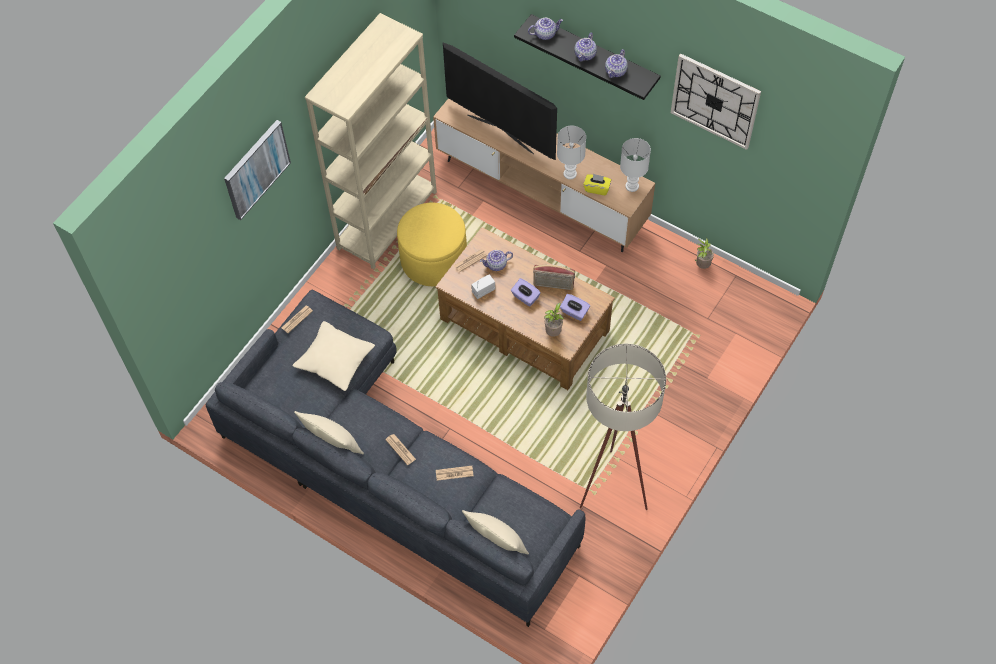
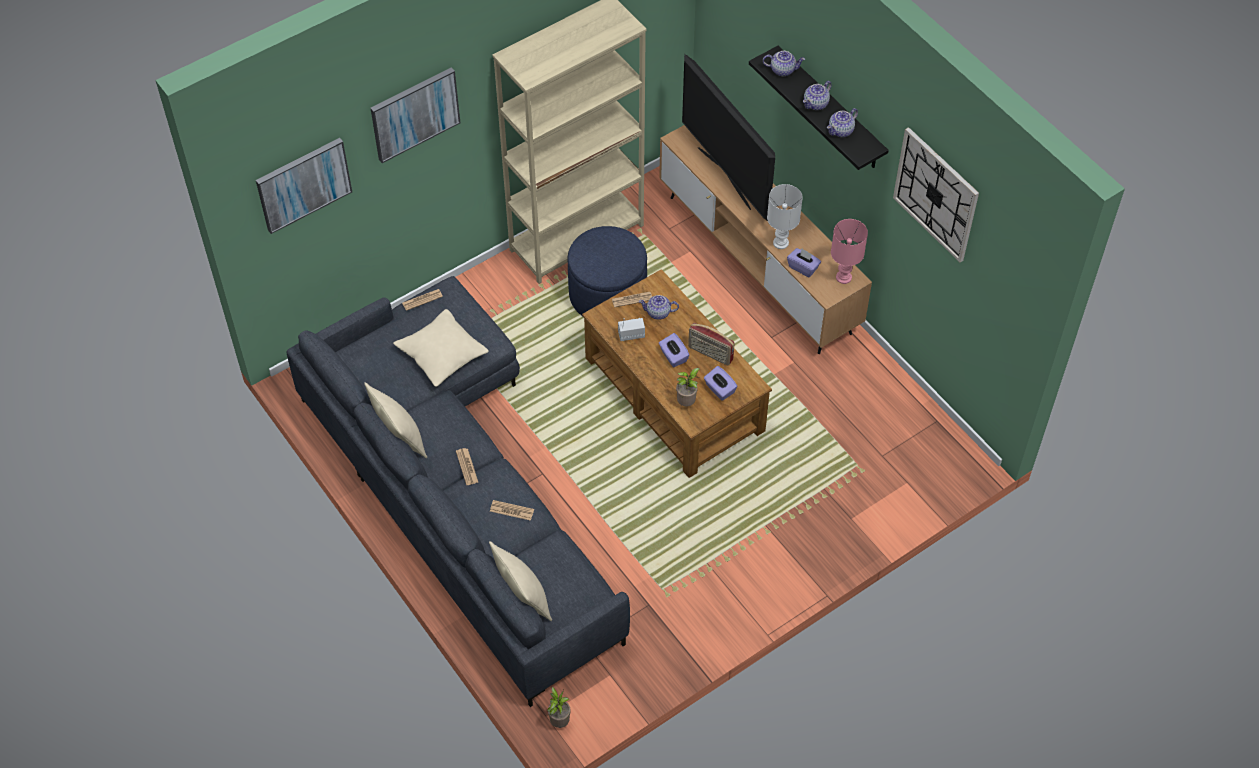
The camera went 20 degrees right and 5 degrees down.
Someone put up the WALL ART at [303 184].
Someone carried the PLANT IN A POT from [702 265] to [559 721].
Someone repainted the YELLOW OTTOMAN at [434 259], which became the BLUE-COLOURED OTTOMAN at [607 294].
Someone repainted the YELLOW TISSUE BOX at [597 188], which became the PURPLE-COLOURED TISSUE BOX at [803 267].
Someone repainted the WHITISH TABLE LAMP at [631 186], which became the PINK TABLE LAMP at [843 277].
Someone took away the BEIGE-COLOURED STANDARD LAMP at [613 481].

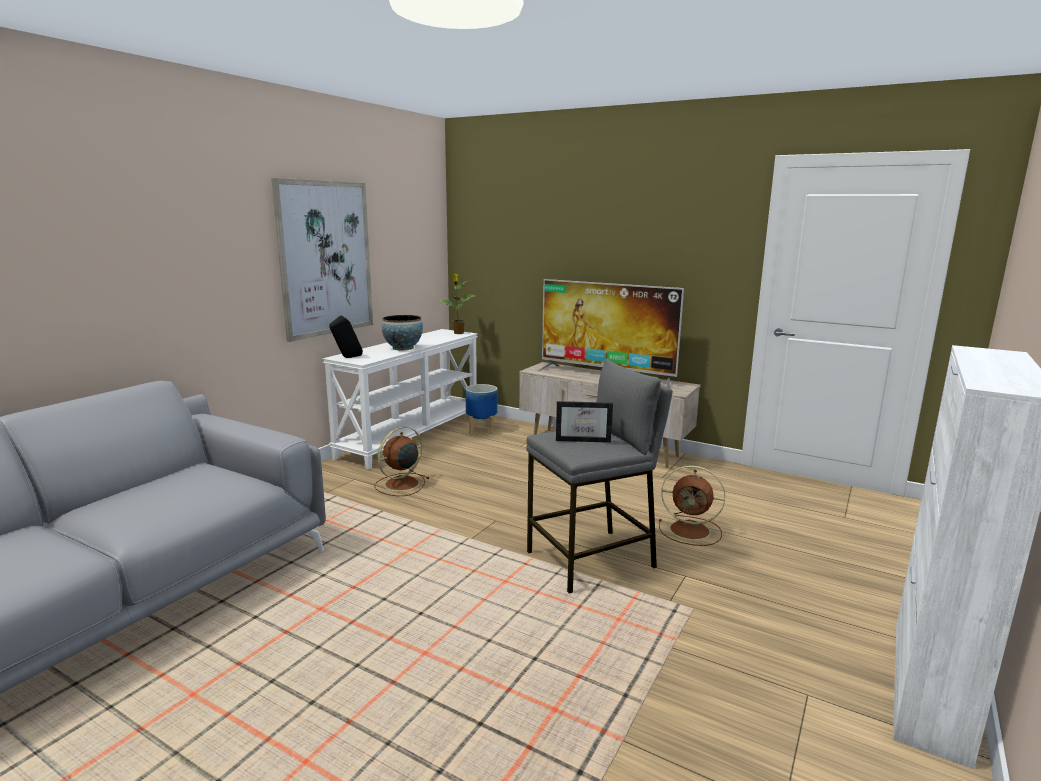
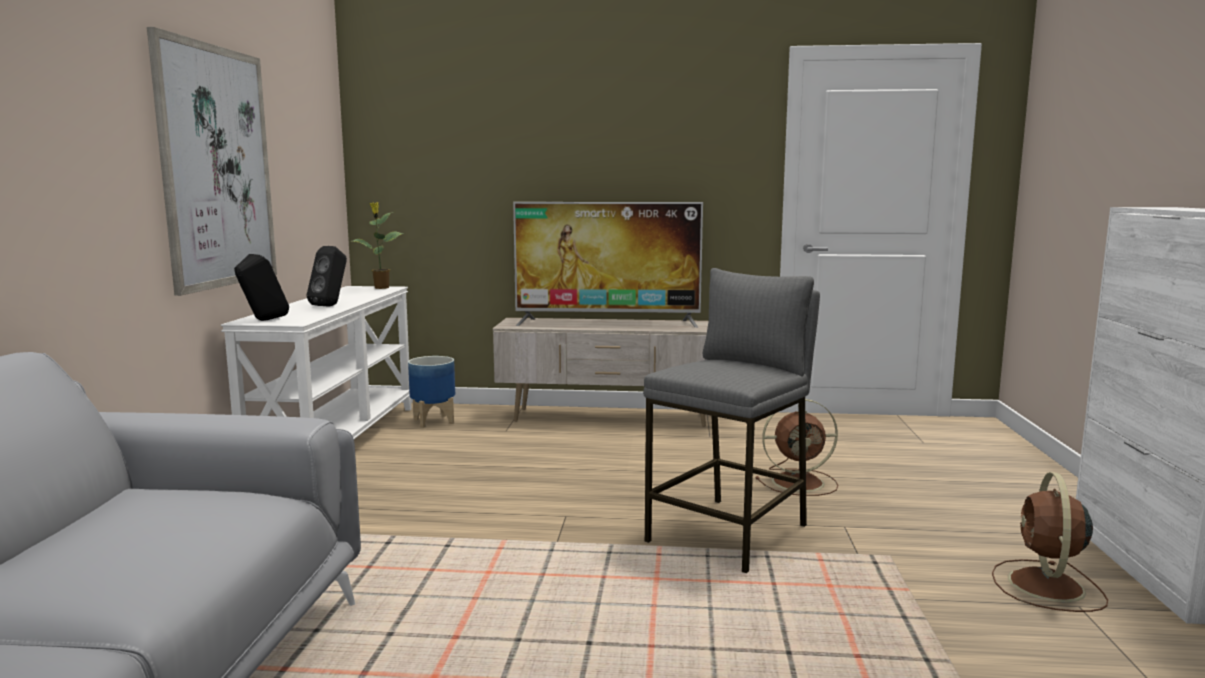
The camera went 25 degrees left and 5 degrees down.
Someone swapped the SERVING BOWL at [403 348] for the BLACKISH SPEAKER at [331 306].
Someone carried the BROWN-COLOURED COOLING FAN from [400 484] to [1046 587].
Someone took away the STANDING FRAME at [584 439].

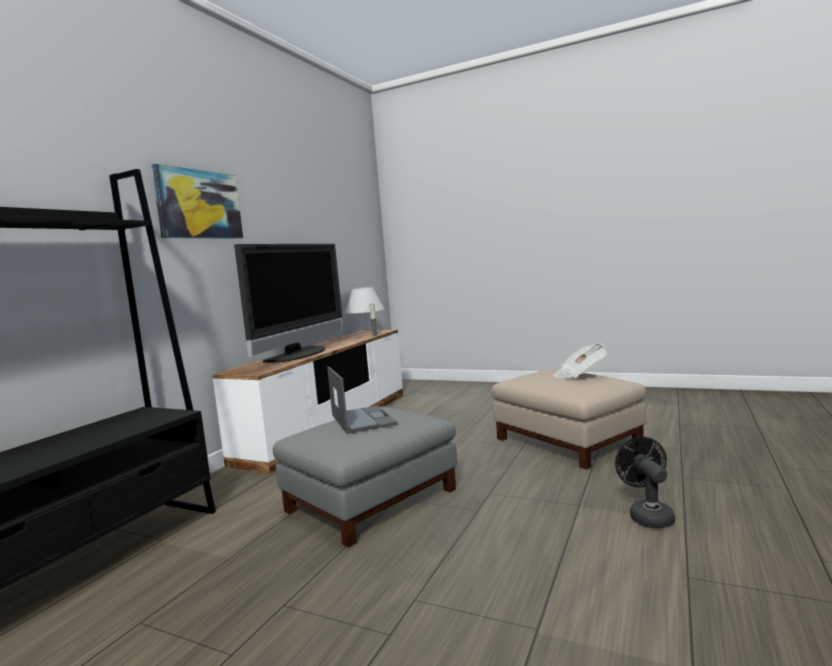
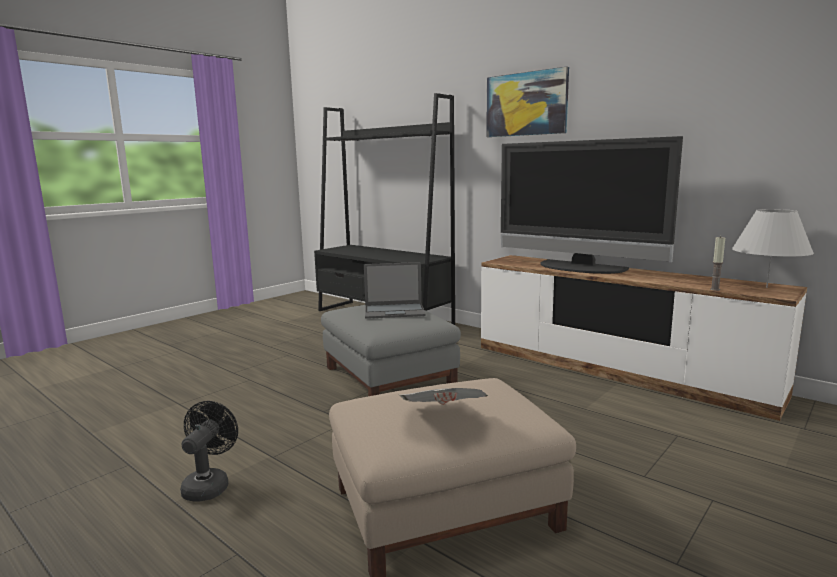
The camera went 105 degrees right and 5 degrees up.
Someone rotated the BLACKISH COOLING FAN at [647 515] by 90 degrees counterclockwise.

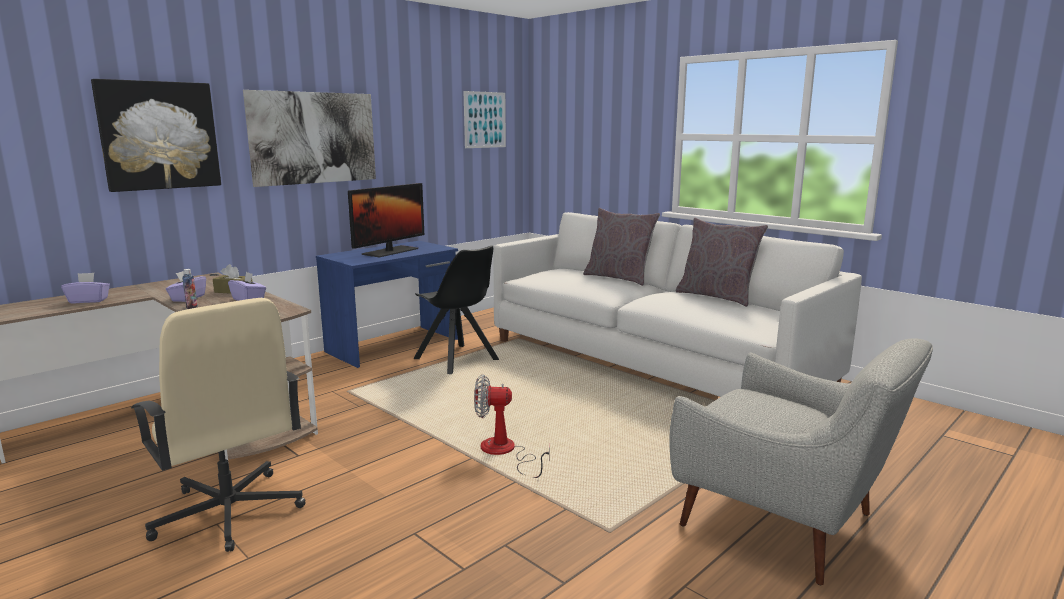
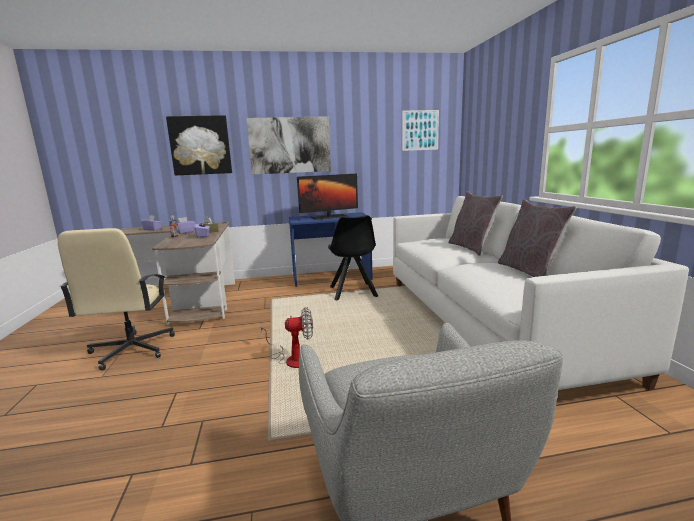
The camera went 35 degrees right and 0 degrees up.
Someone rotated the COOLING FAN at [505 453] by 135 degrees clockwise.

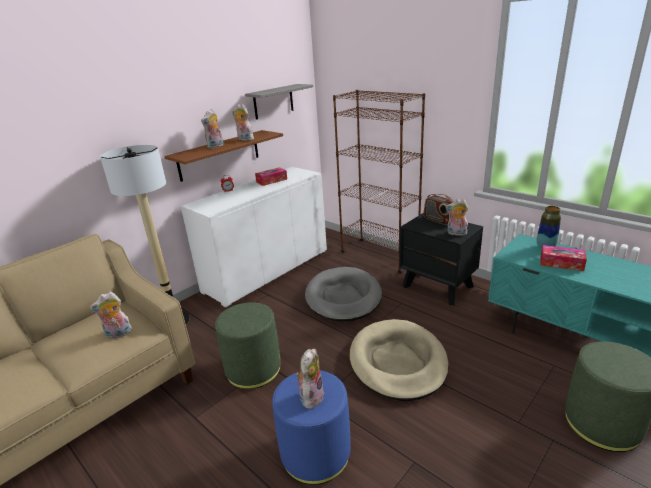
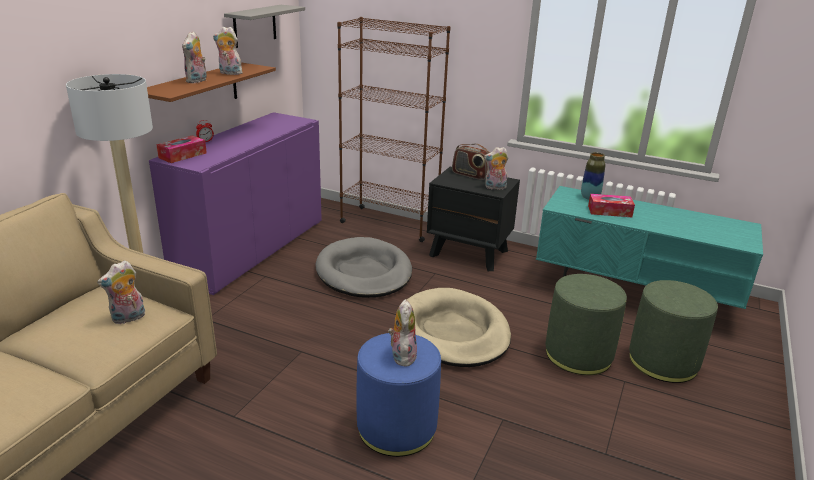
The camera went 20 degrees left and 0 degrees up.
Someone repainted the WHITISH CABINET at [267 270], which became the PURPLE-COLOURED CABINET at [251 249].
Someone carried the TISSUE BOX from [271 180] to [182 155].
Someone carried the GREEN OTTOMAN from [253 369] to [578 354].

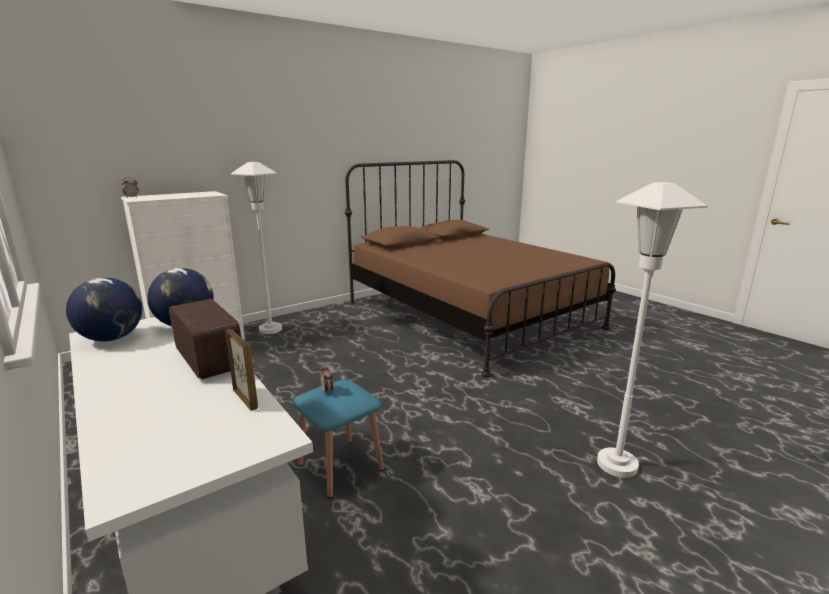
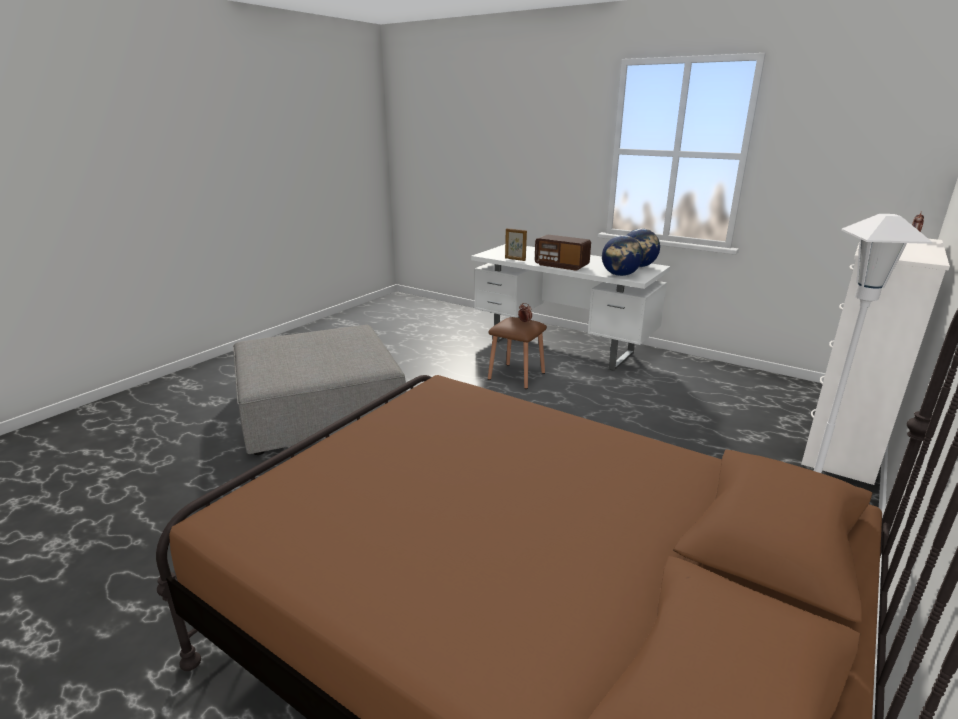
The camera went 160 degrees right and 5 degrees up.
Someone swapped the WHITISH STANDARD LAMP at [617 464] for the GRAY OTTOMAN at [320 408].
Someone repainted the BLUE-COLOURED STOOL at [340 466], which became the BROWN-COLOURED STOOL at [516 376].

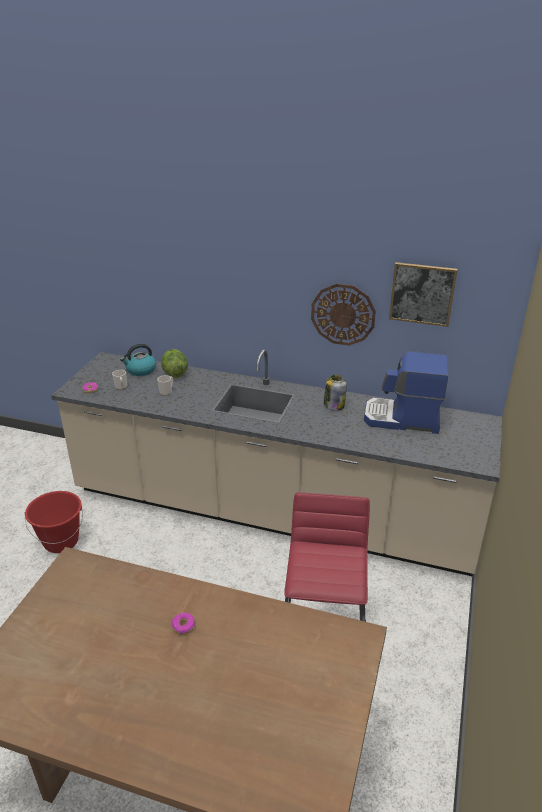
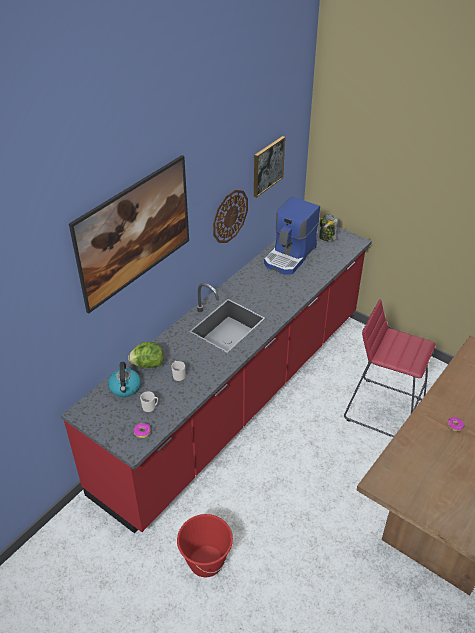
The camera went 70 degrees left and 10 degrees up.
Someone repainted the BEIGE-COLOURED COUNTER at [271 512], which became the RED-COLOURED COUNTER at [237 397].
Someone put up the WALL ART at [137 253].
Someone carried the PRESERVE JAR from [334 405] to [327 237].

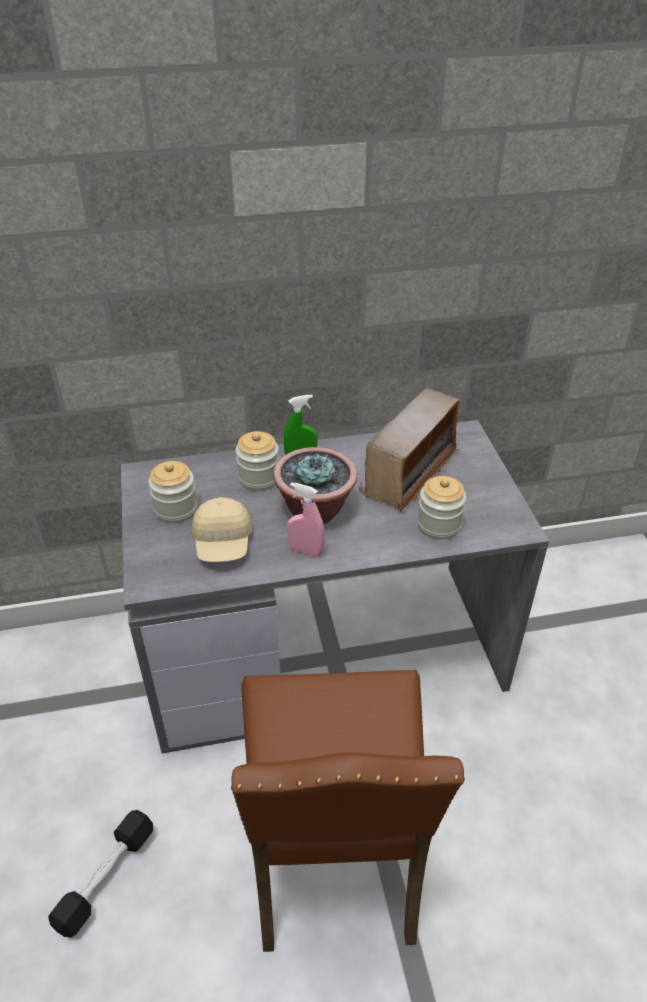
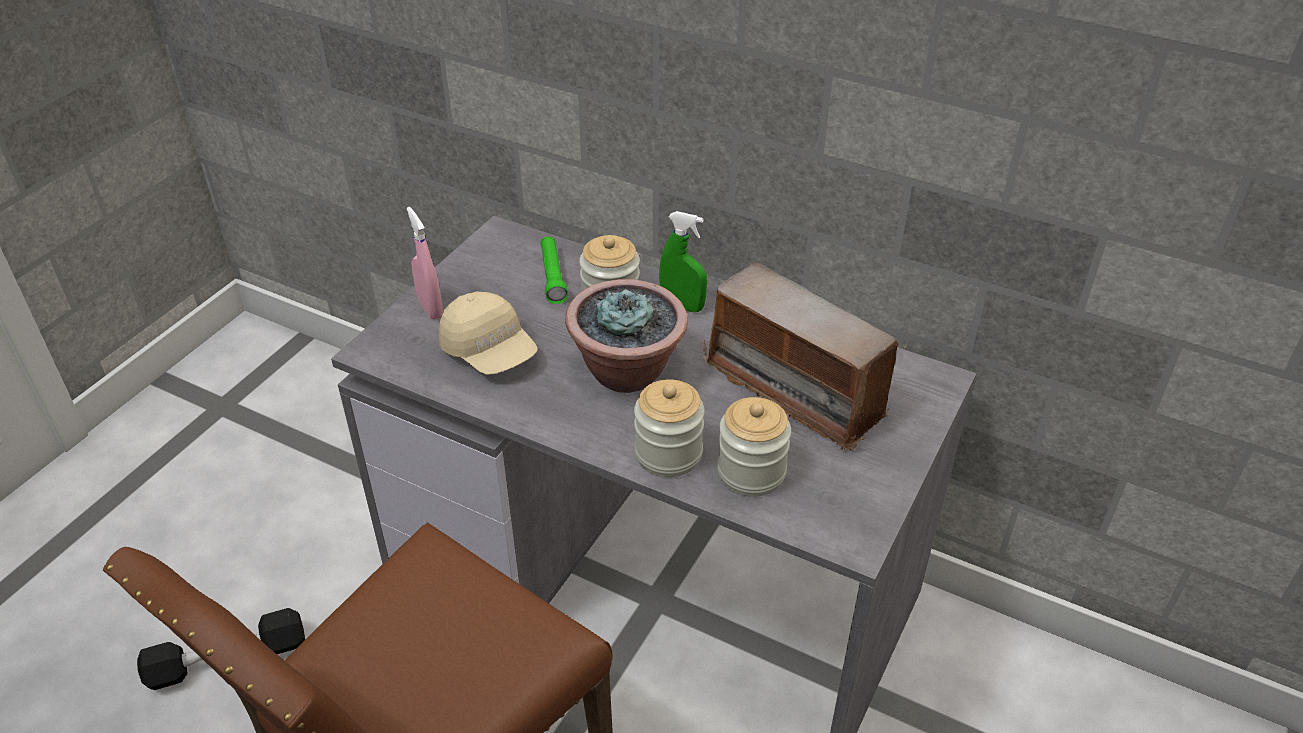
The camera went 40 degrees right and 0 degrees up.
Someone carried the PINK HAND SPRAYER from [306 551] to [430 308].
Someone rotated the BEIGE-COLOURED CAP at [223 543] by 75 degrees counterclockwise.
Someone put down the GREEN HAND TORCH at [553 277].
Someone carried the PRESERVE JAR from [176 509] to [668 454].
Someone rotated the RADIO SET at [410 472] by 60 degrees clockwise.

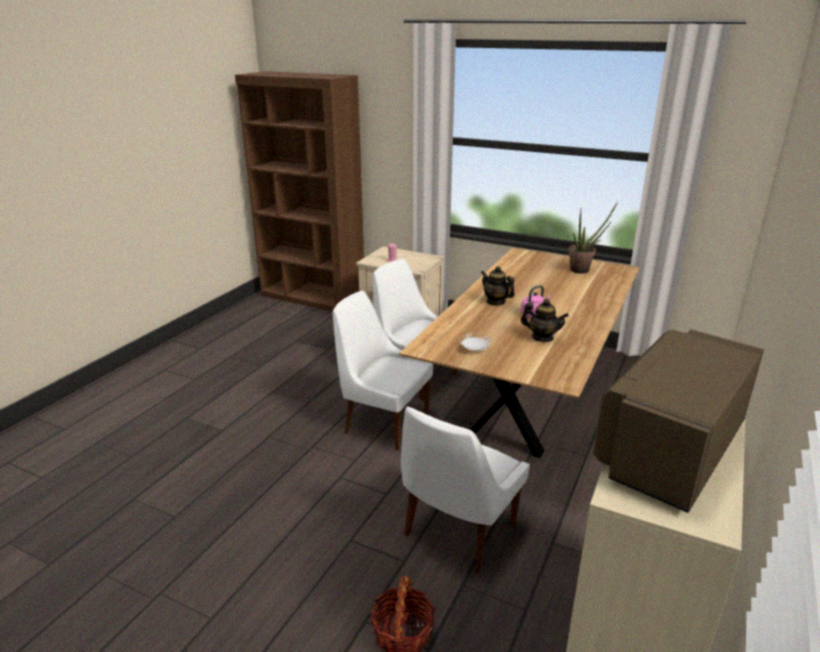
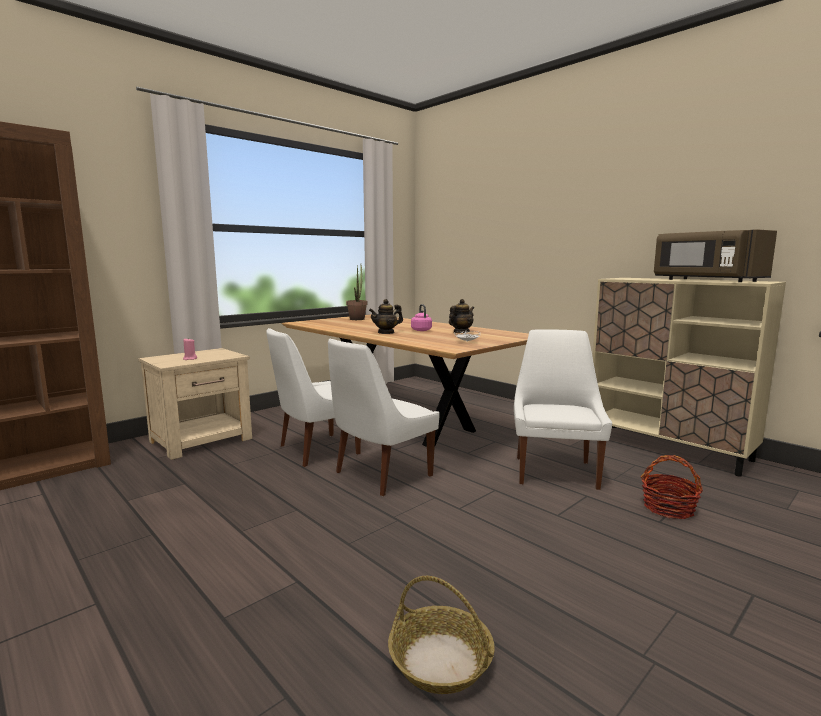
The camera went 70 degrees left and 15 degrees down.
Someone put down the STORAGE BASKET at [439 660].
Someone rotated the WHITISH CHAIR at [457 532] by 135 degrees counterclockwise.

